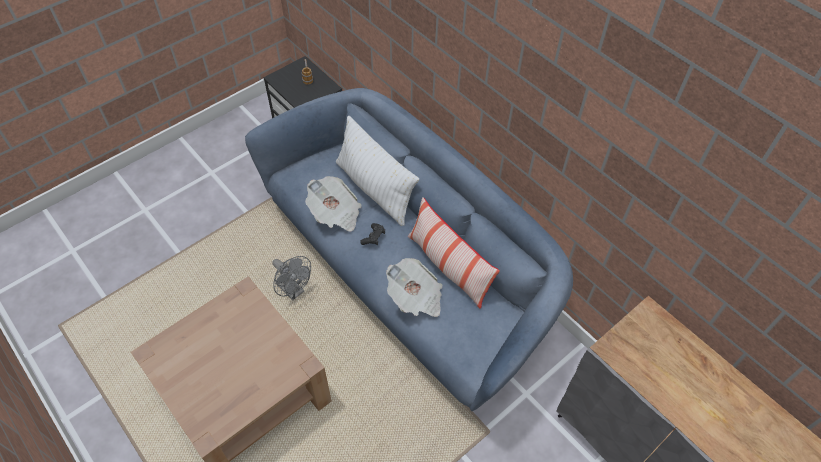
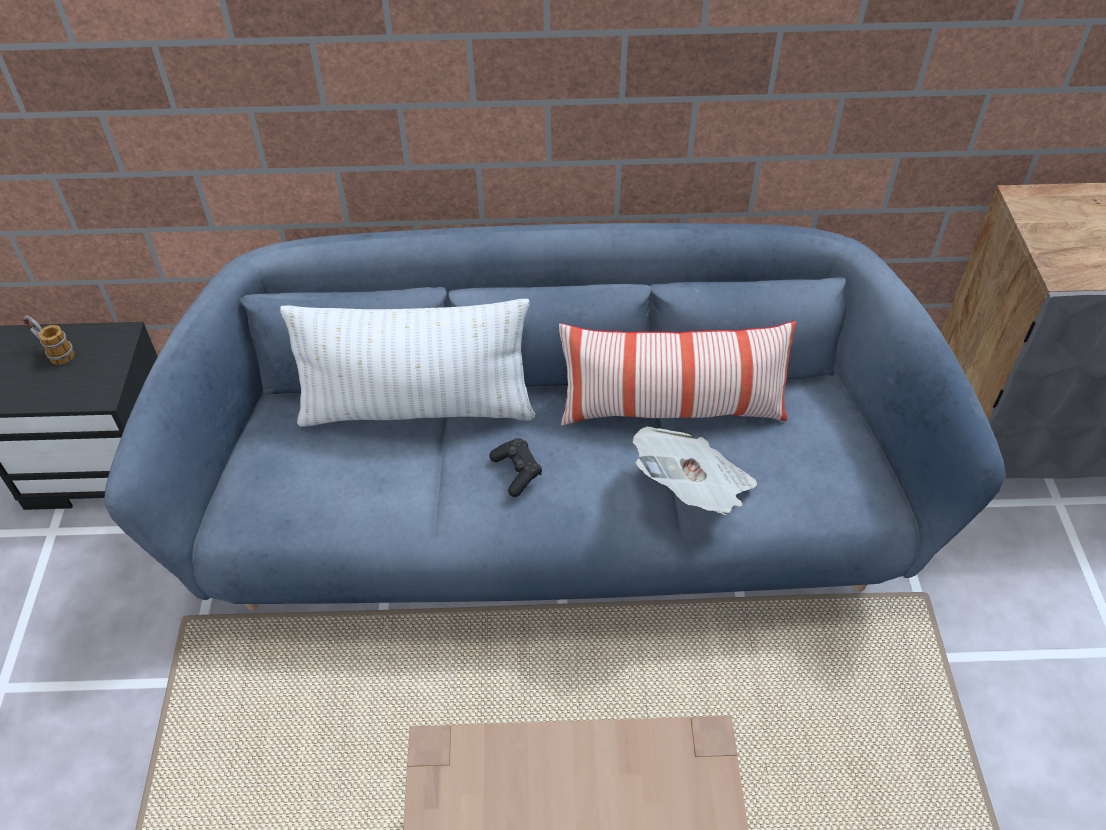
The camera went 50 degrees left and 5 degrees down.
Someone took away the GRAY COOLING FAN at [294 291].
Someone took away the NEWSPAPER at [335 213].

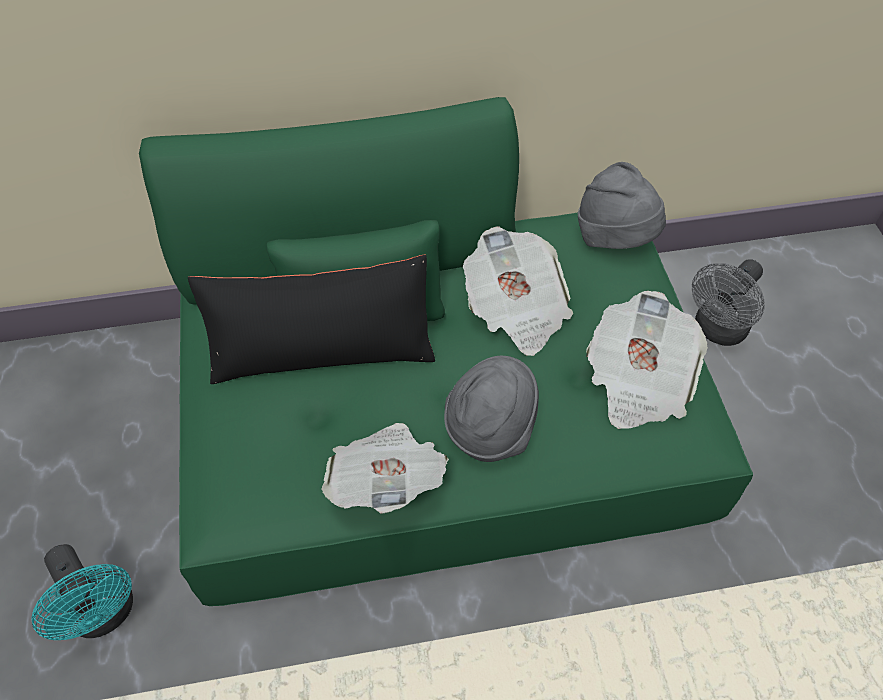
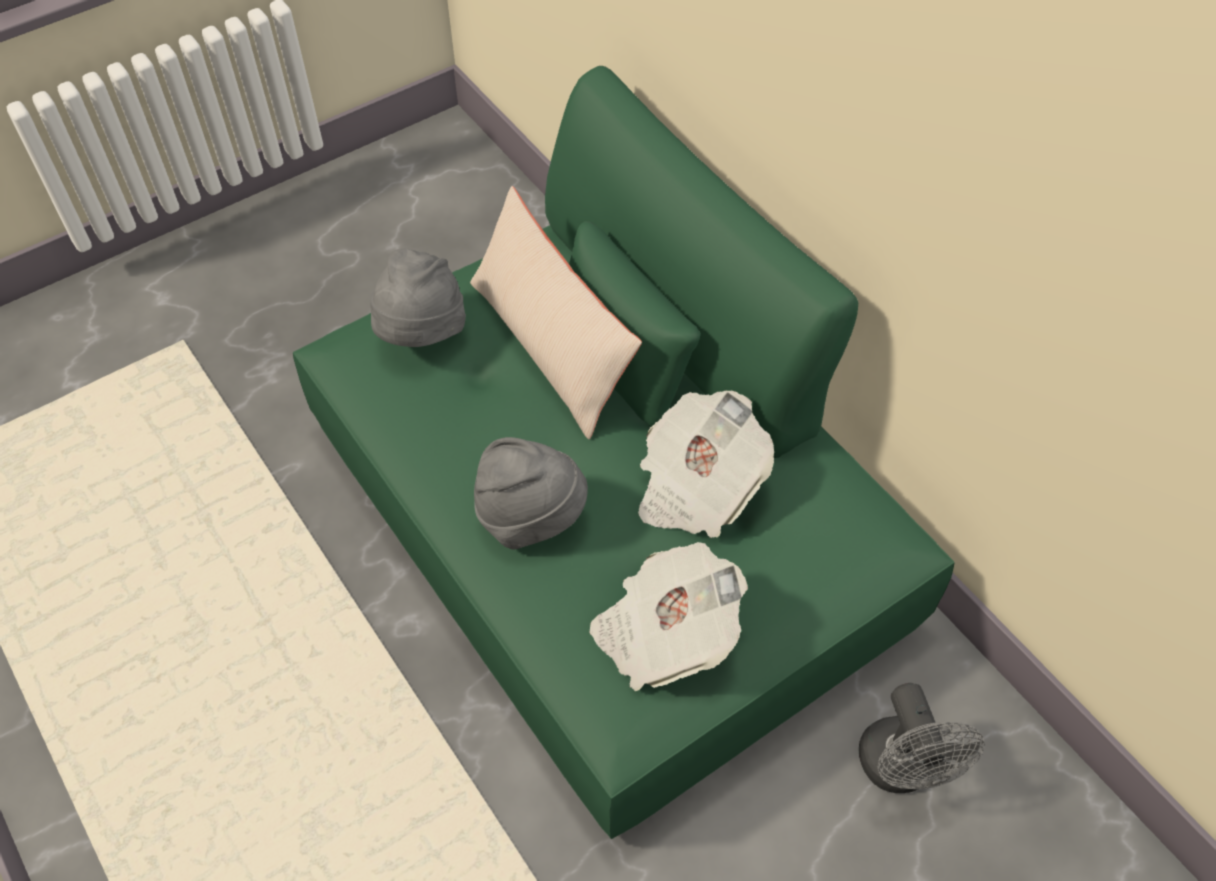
The camera went 65 degrees right and 0 degrees up.
Someone carried the GRAY WEARABLE HAT from [615 238] to [421 333].
Someone repainted the BLACKISH PILLOW at [322 351], which became the BEIGE-COLOURED PILLOW at [551 345].
Someone rotated the GRAY COOLING FAN at [716 331] by 120 degrees counterclockwise.
Someone took away the TURQUOISE COOLING FAN at [105 614].
Someone took away the NEWSPAPER at [387 480].

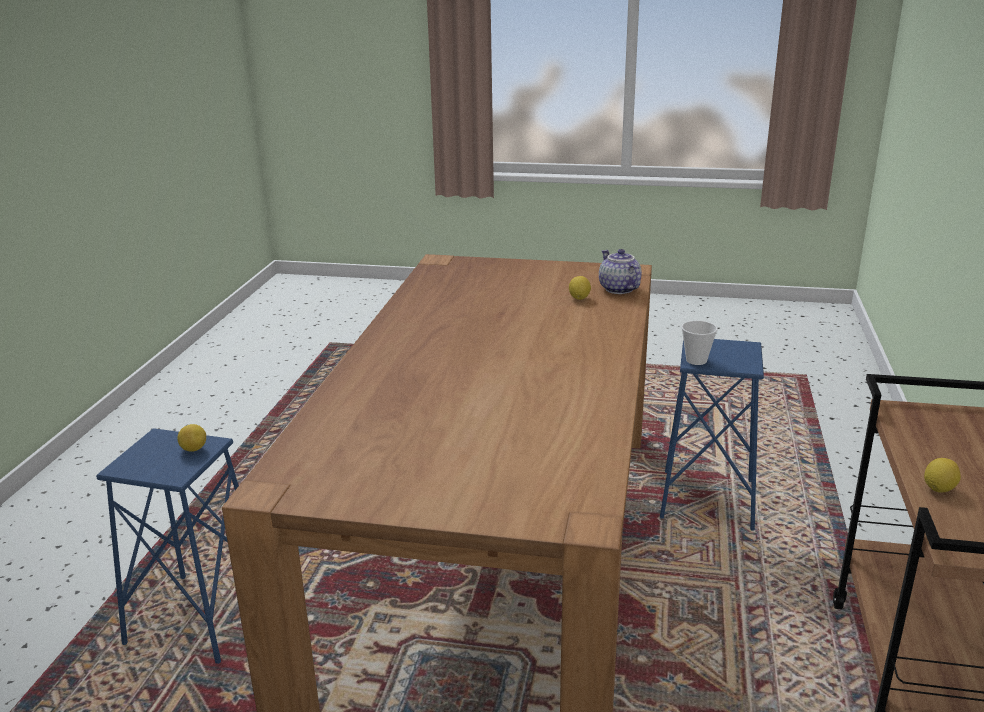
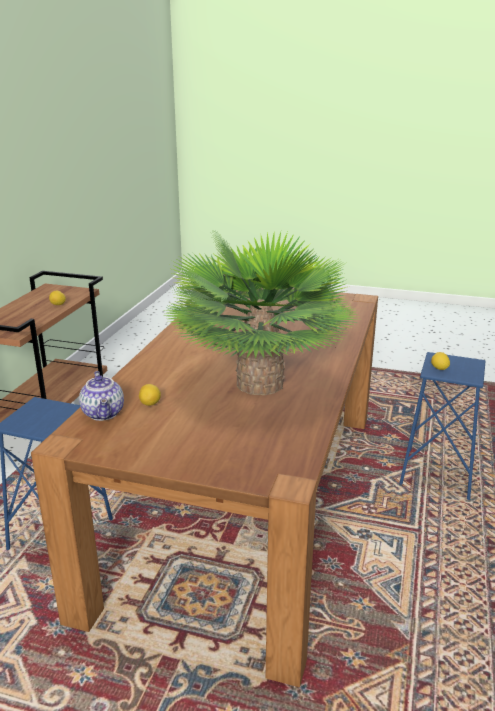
The camera went 175 degrees left and 0 degrees up.
Someone put down the PLANT IN A POT at [260 384].
Someone took away the DRINKING CUP at [696 360].

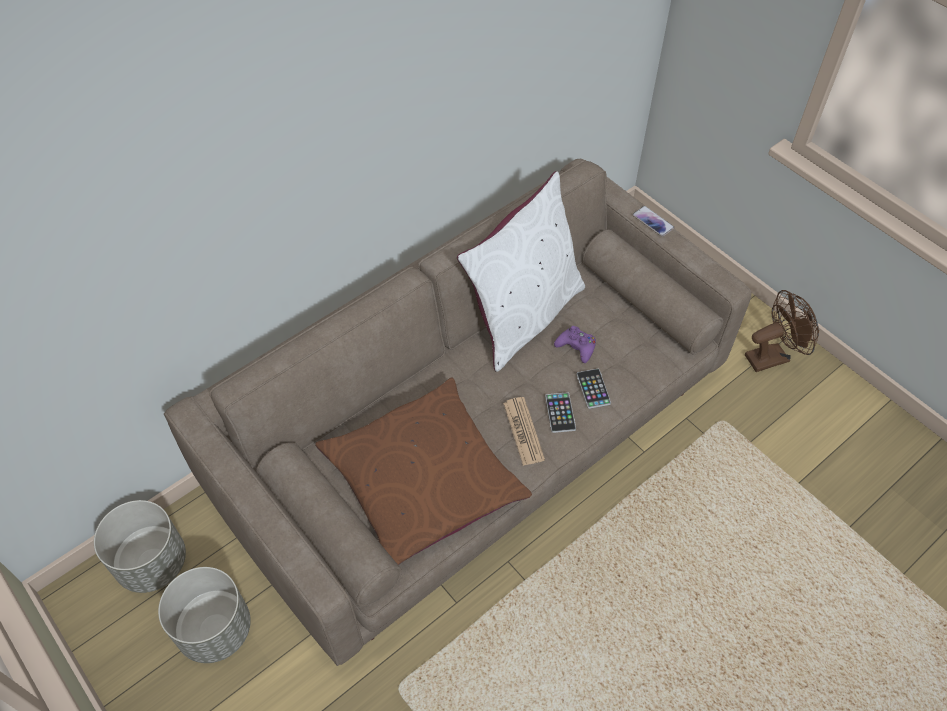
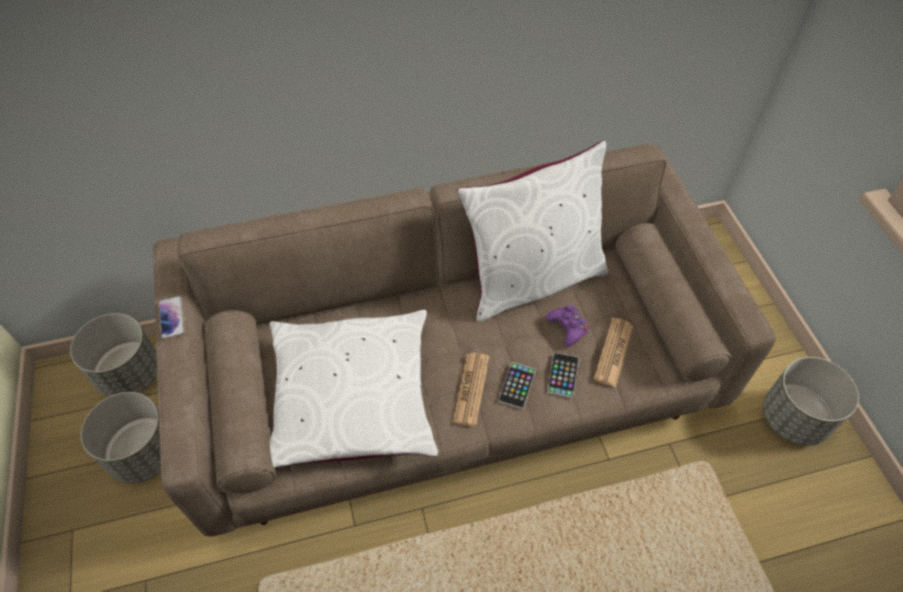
The camera went 25 degrees right and 0 degrees up.
Someone carried the TELEPHONE from [653 221] to [172 318].
Someone repainted the BROWN-COLOURED PILLOW at [422 480], which became the WHITISH PILLOW at [351 397].
Someone put down the NEWSPAPER at [613 352].
Someone swapped the BROWN-COLOURED COOLING FAN at [772 356] for the GRAY FLOWER POT at [793 418].

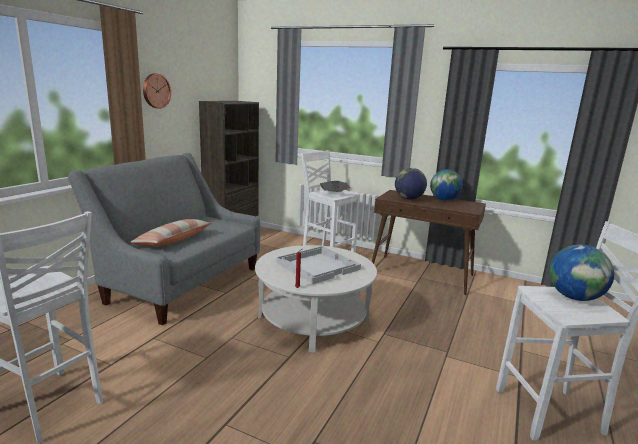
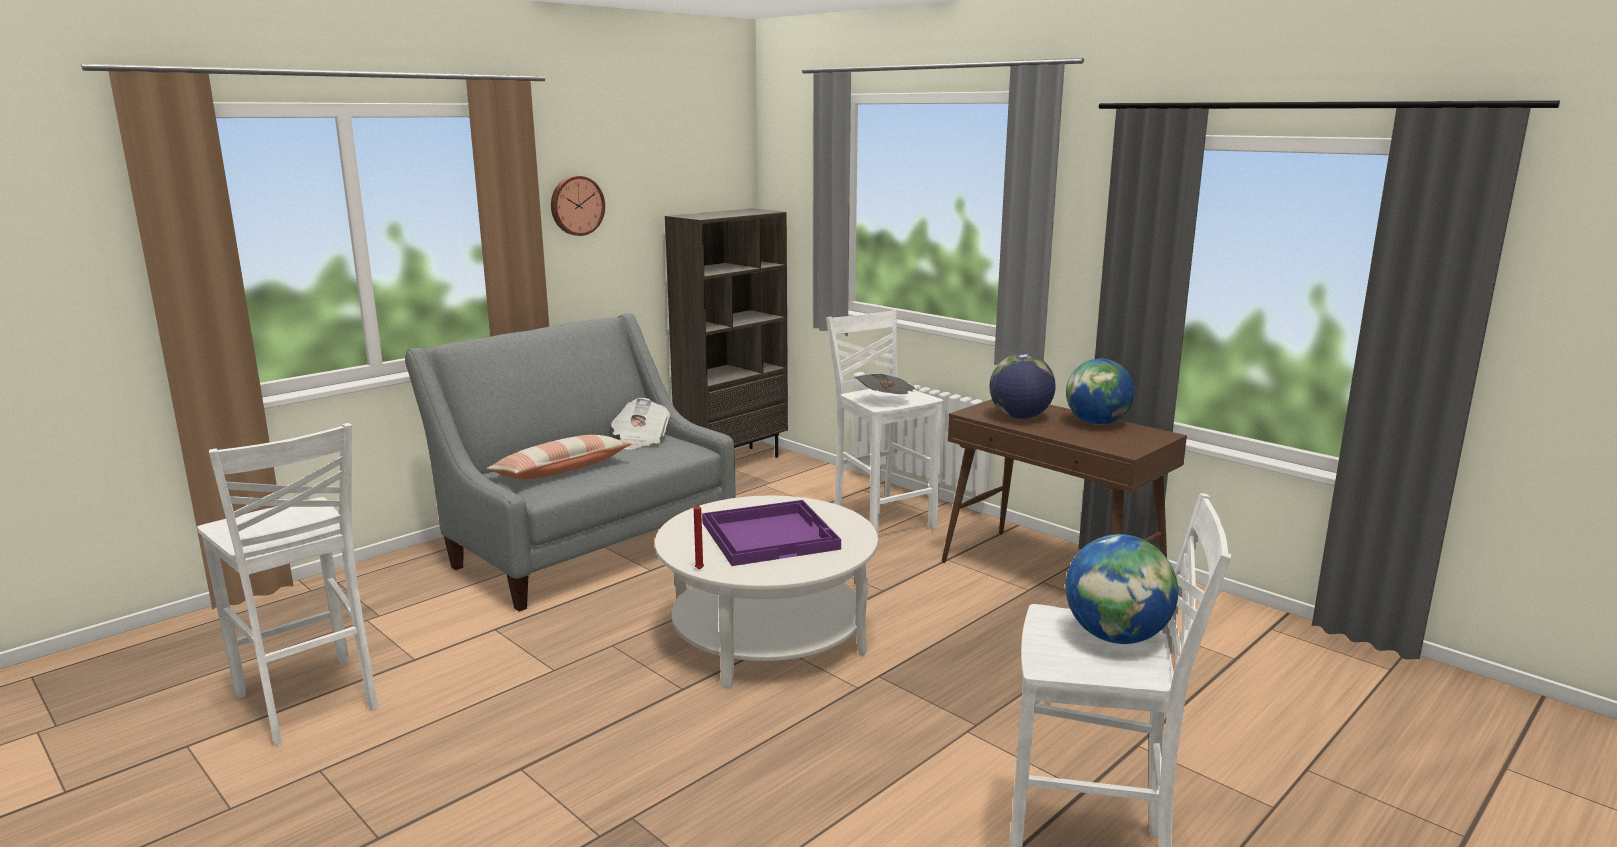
The camera went 20 degrees right and 0 degrees up.
Someone put down the NEWSPAPER at [640 440].
Someone repainted the WHITISH CARRYING TRAY at [318 265], which became the PURPLE-COLOURED CARRYING TRAY at [770 535].

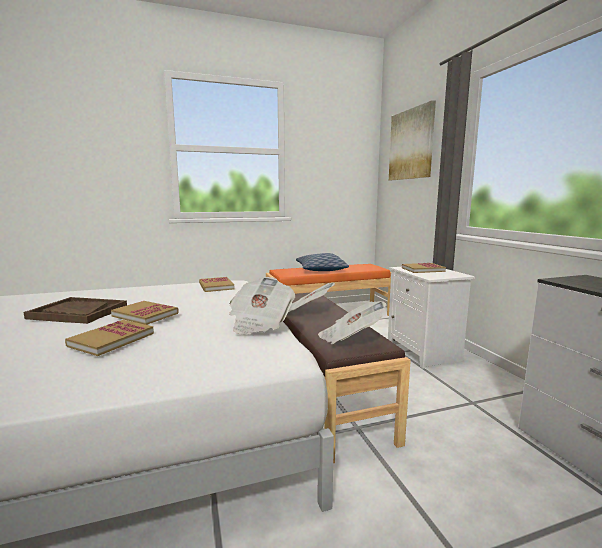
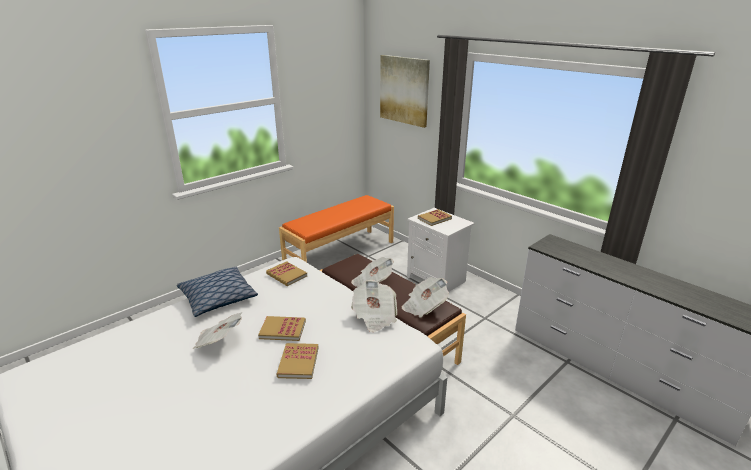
The camera went 25 degrees left and 15 degrees up.
Someone carried the PILLOW from [321 270] to [218 298].
Someone swapped the BROWN-COLOURED CARRYING TRAY at [78 312] for the NEWSPAPER at [219 341].

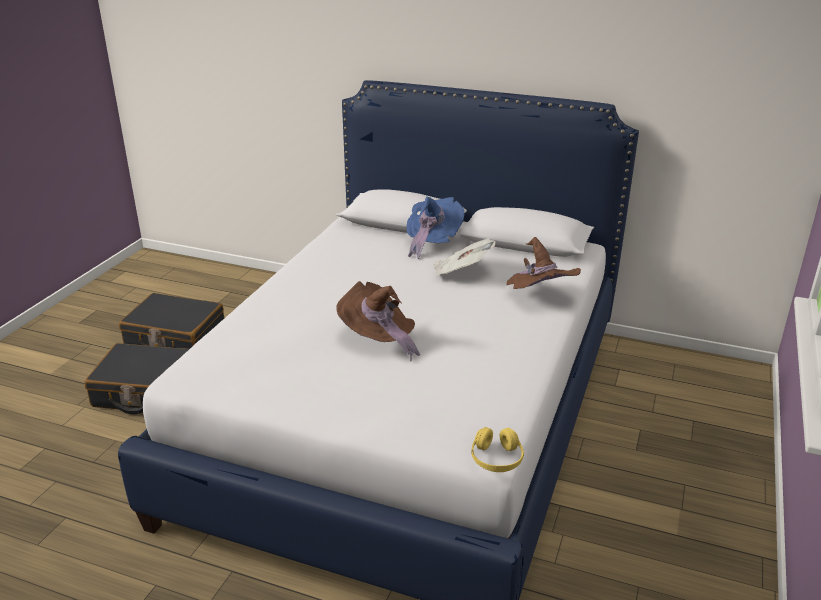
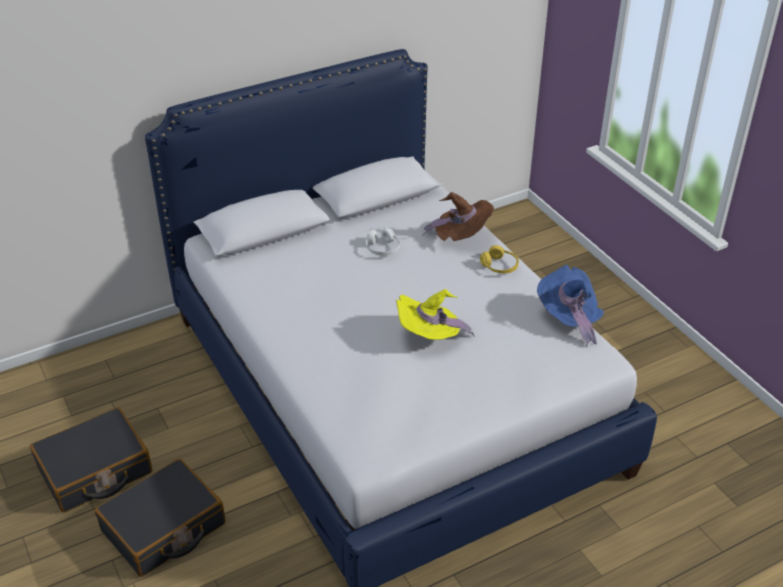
The camera went 50 degrees left and 10 degrees up.
Someone swapped the NEWSPAPER at [461 272] for the WHITISH PAIR OF HEADPHONES at [382 248].
Someone repainted the BROWN-COLOURED WEARABLE HAT at [378 340], which became the YELLOW WEARABLE HAT at [429 337].
Someone carried the YELLOW PAIR OF HEADPHONES from [496 459] to [499 266].
Someone carried the BLUE-COLOURED WEARABLE HAT from [431 242] to [569 319].

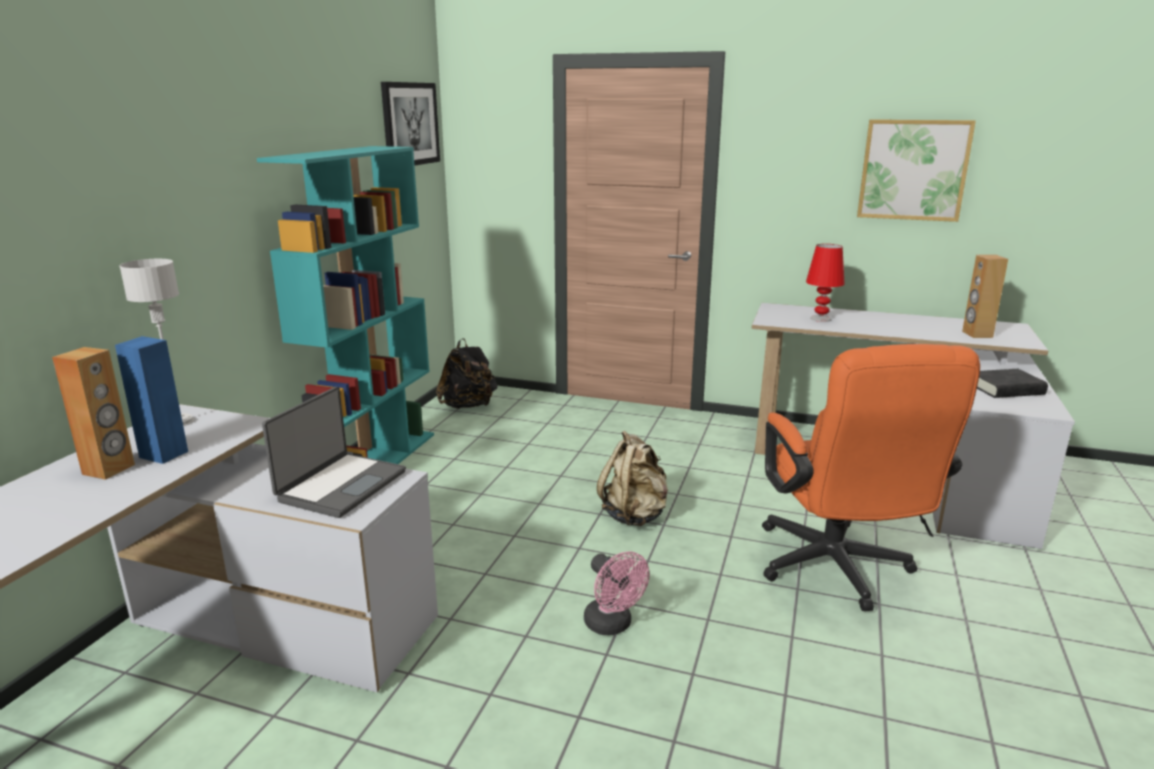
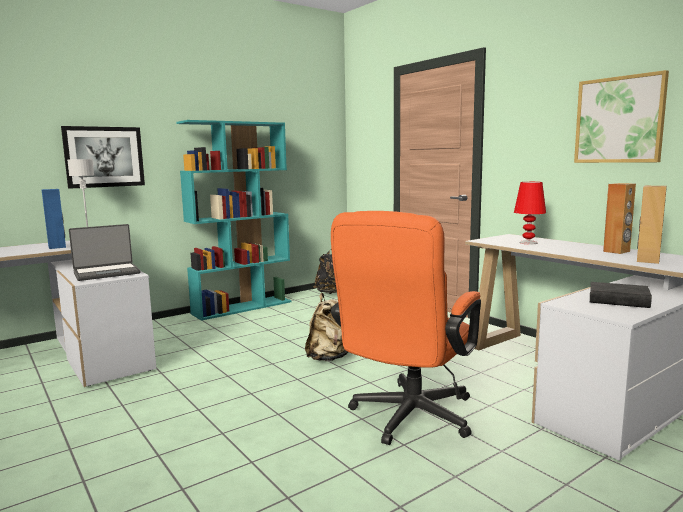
The camera went 35 degrees right and 10 degrees down.
Someone carried the WALL ART from [410 124] to [104 157].
Someone carried the BROWN-COLOURED SPEAKER from [109 469] to [617 251].
Someone took away the PINK COOLING FAN at [612 625].

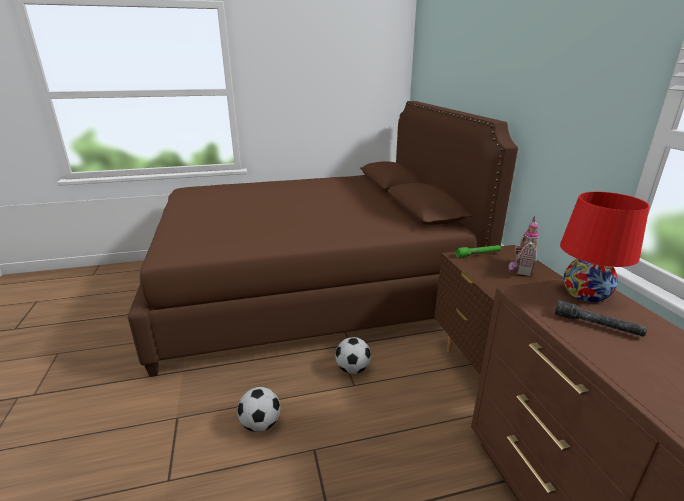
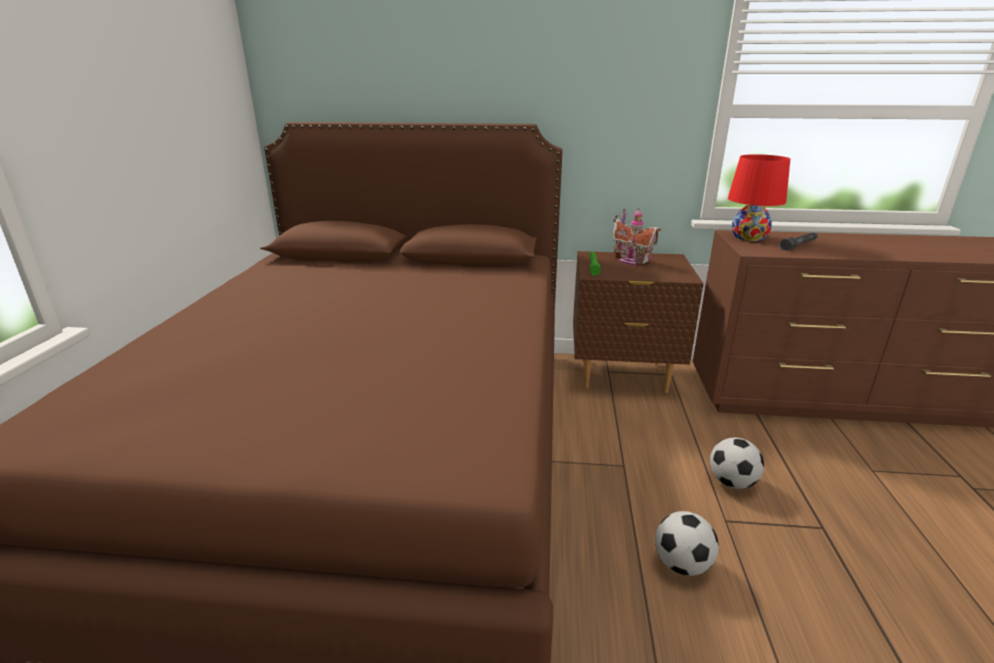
The camera went 70 degrees left and 0 degrees up.
Someone carried the FOOTBALL from [352 369] to [732 482].

